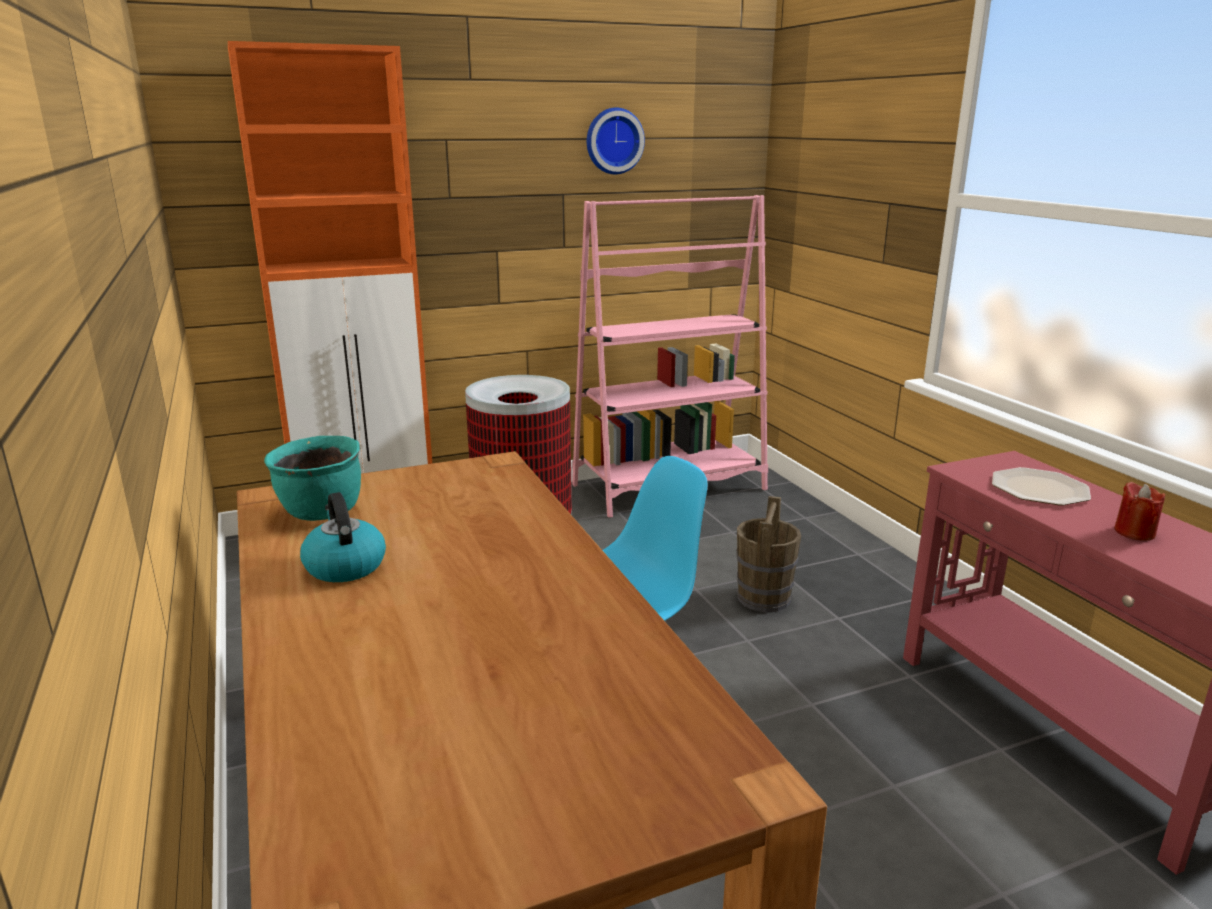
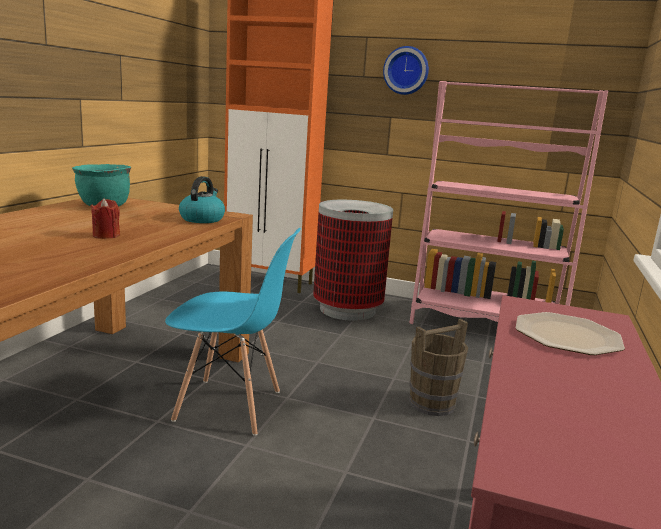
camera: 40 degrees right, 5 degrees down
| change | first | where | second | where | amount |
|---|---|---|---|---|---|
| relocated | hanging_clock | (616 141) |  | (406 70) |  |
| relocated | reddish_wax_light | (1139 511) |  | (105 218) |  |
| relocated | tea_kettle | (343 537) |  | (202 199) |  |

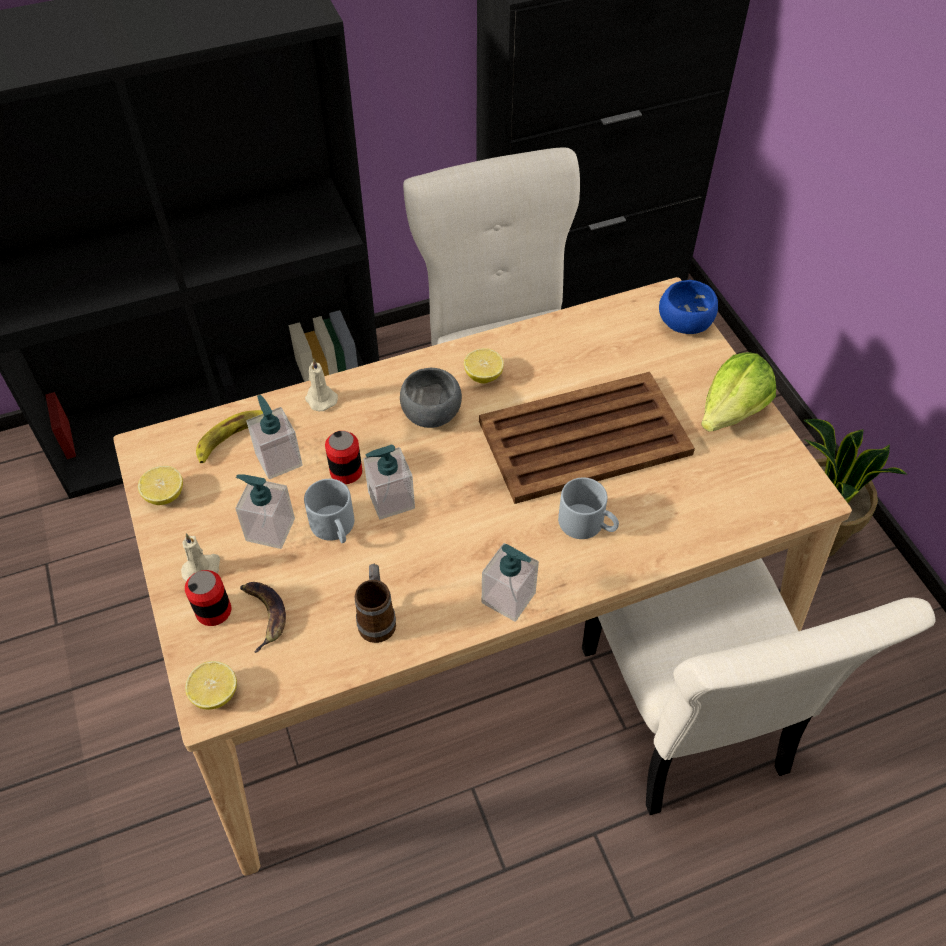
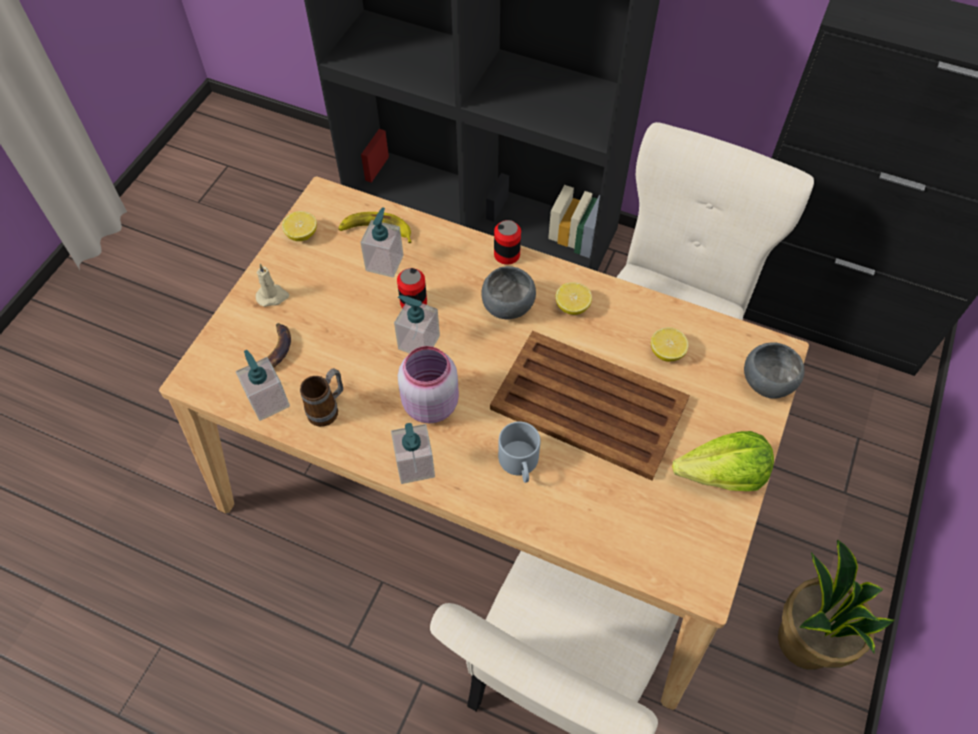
camera: 45 degrees right, 5 degrees up
| change | first | where | second | where | amount |
|---|---|---|---|---|---|
| colour | bluish_deep_dish | (688 307) | gray_deep_dish | (774 370) |  |
| missing | beige-coloured_wax_light | (321 384) |  |  |  |
| relocated | soap_dispenser | (265 511) |  | (263 385) |  |
| missing | gray_coffee_mug | (329 511) |  |  |  |
| relocated | can | (208 598) |  | (507 242) |  |
| relocated | citrus_fruit | (211 685) |  | (670 344) |  |
| appeared |  |  | pink-coloured_storage_jar | (428 385) |  |

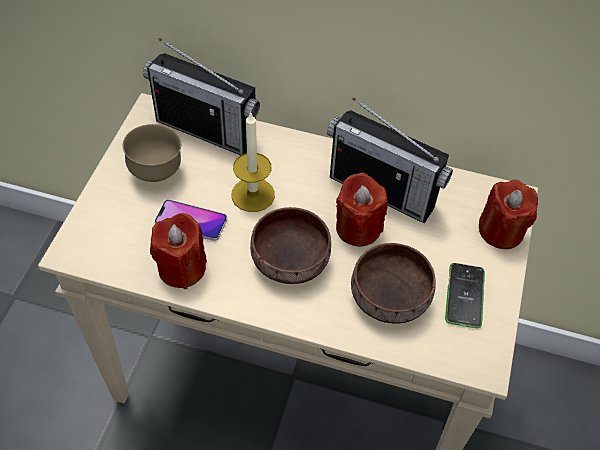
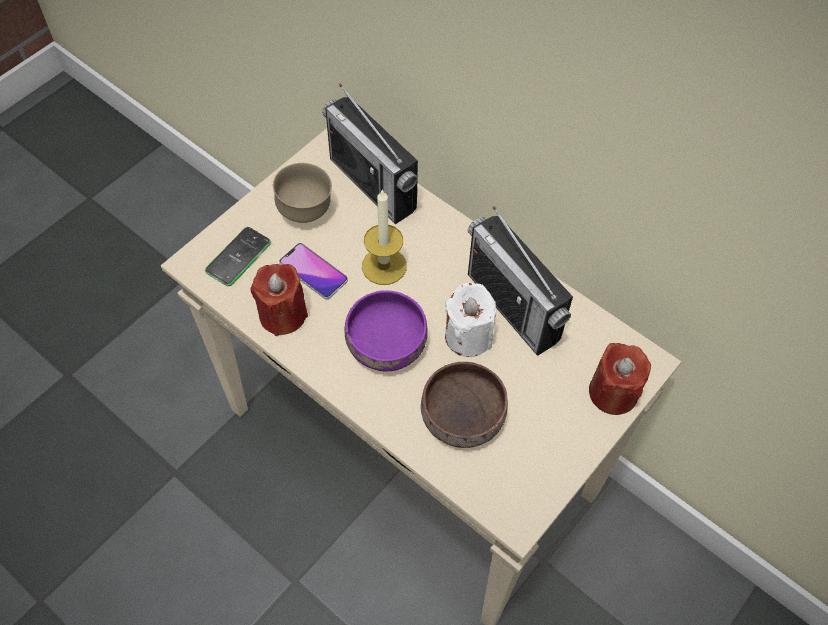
camera: 25 degrees right, 5 degrees up
| change | first | where | second | where | amount |
|---|---|---|---|---|---|
| colour | reddish_wax_light | (362 210) | white-coloured_wax_light | (470 320) |  |
| colour | brown_deep_dish | (290 245) | purplish_deep_dish | (386 331) |  |
| relocated | phone | (465 295) |  | (238 256) |  |

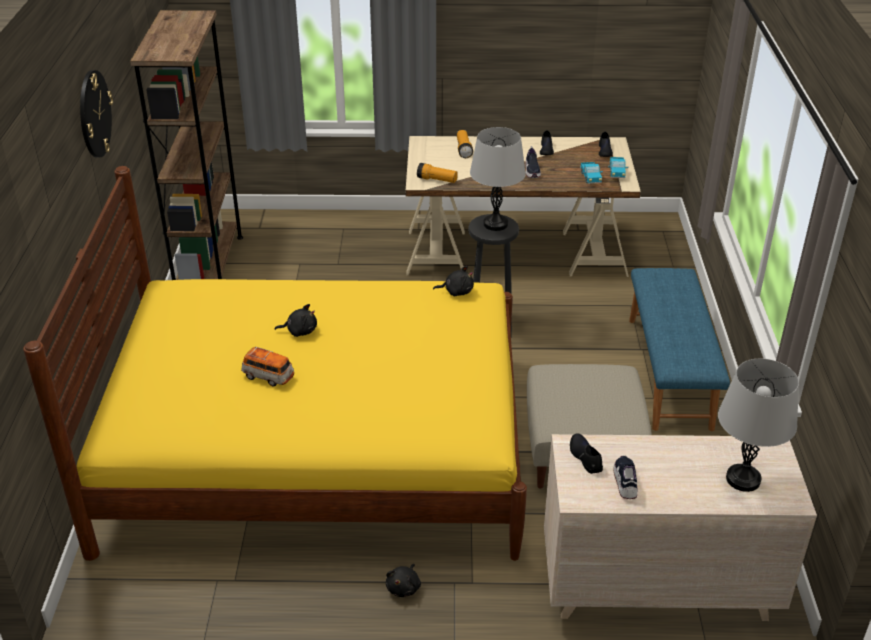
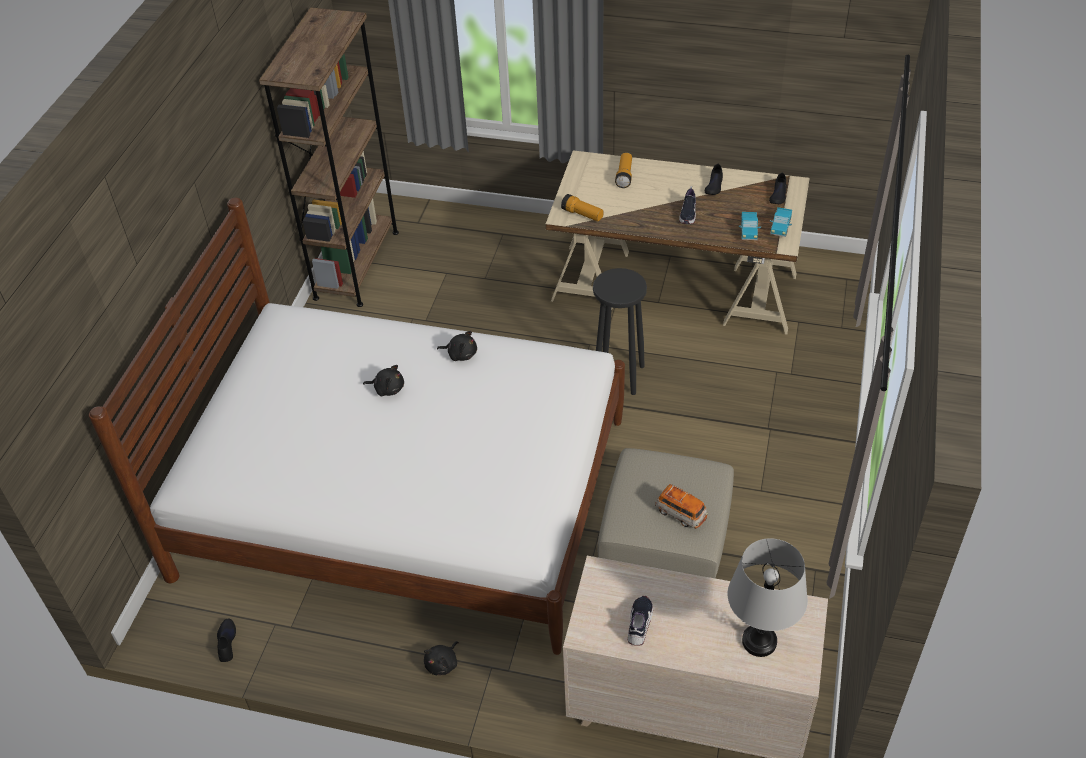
camera: 15 degrees right, 10 degrees up
| change | first | where | second | where | amount |
|---|---|---|---|---|---|
| missing | hanging_clock | (96 113) |  |  |  |
| missing | gray_lamp_for_a_table | (498 179) |  |  |  |
| colour | yellow_bed | (275 363) | white-coloured_bed | (357 426) |  |
| relocated | blackish_plush_toy | (453 281) |  | (457 346) |  |
| missing | bluish_indoor_bench | (679 349) |  |  |  |
| relocated | miniature_car | (267 367) |  | (681 506) |  |
| relocated | blackish_item_of_footwear | (586 453) |  | (226 640) |  |

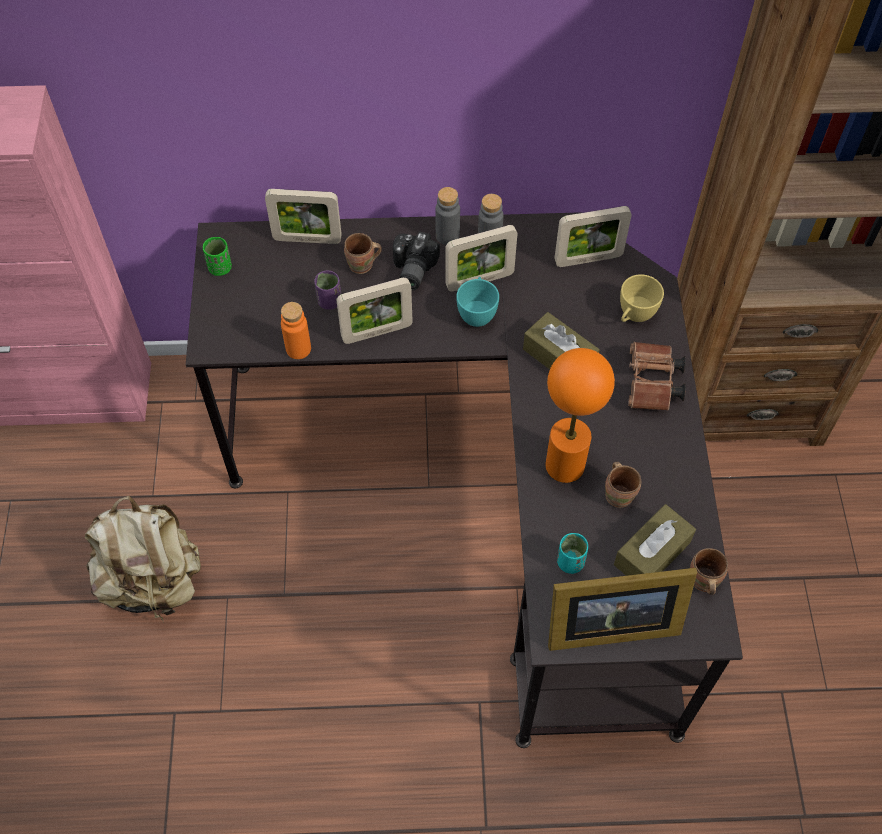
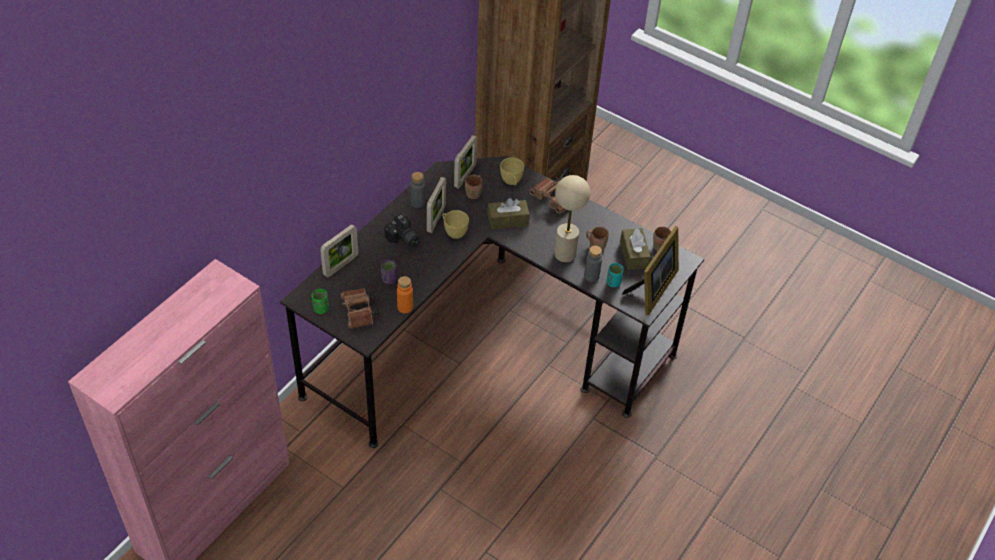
camera: 55 degrees left, 10 degrees down
| change | first | where | second | where | amount |
|---|---|---|---|---|---|
| relocated | gray_drink_bottle | (448 216) |  | (593 263) |  |
| relocated | brown_coffee_mug | (363 253) |  | (474 187) |  |
| missing | standing_frame | (374 310) |  |  |  |
| colour | turquoise-coloured_drinking_cup | (477 302) | yellow_drinking_cup | (455 224) |  |
| colour | orangey_lamp_for_a_table | (580 415) | beige-coloured_lamp_for_a_table | (572 218) |  |
| missing | beige-coloured_rucksack | (143 559) |  |  |  |
| appeared |  |  | brown_field_glasses | (360 308) |  |

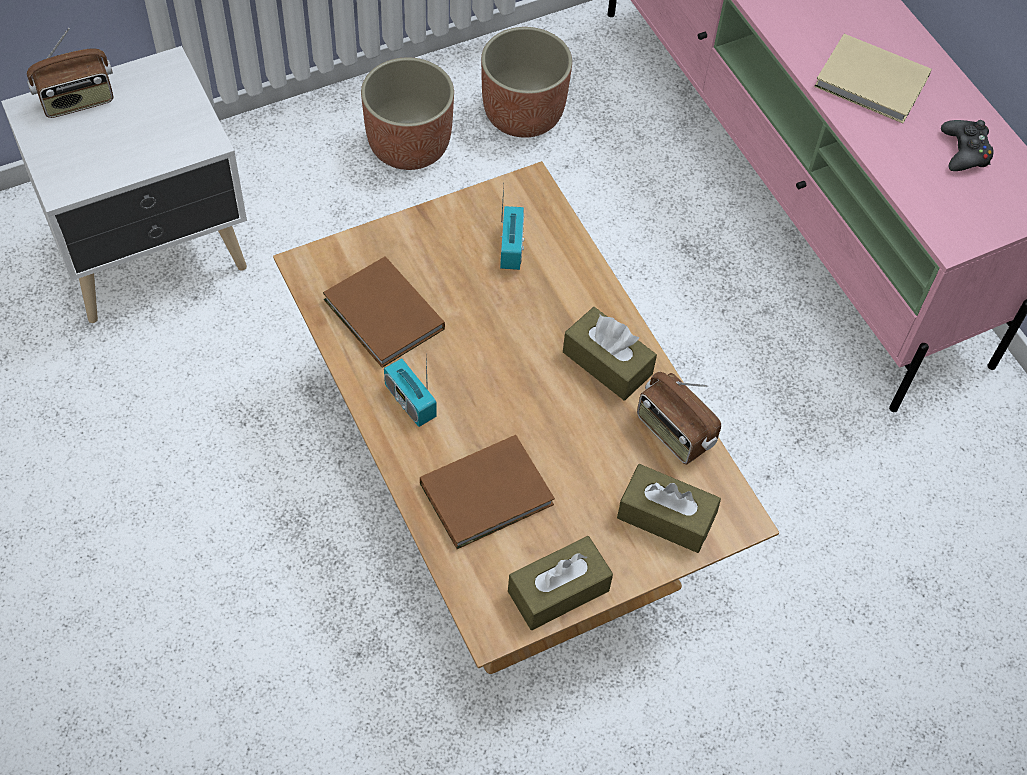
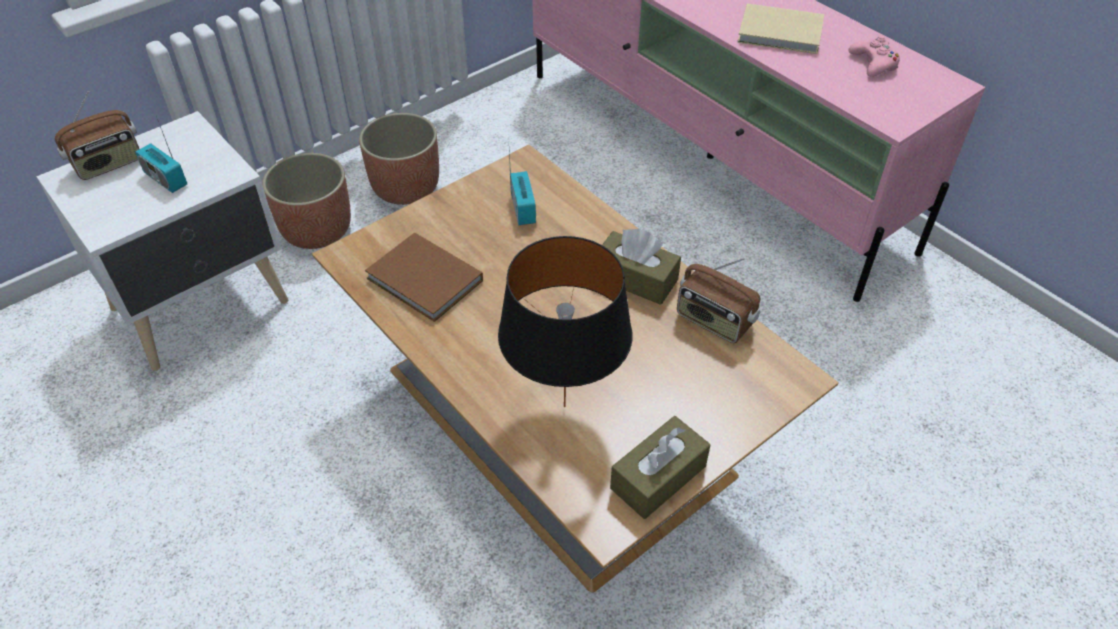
camera: 10 degrees left, 10 degrees down
| change | first | where | second | where | amount |
|---|---|---|---|---|---|
| relocated | planter | (526 82) |  | (306 201) |  |
| colour | blackish_game_controller | (967 145) | pink-coloured_game_controller | (874 56) |  |
| relocated | radio | (410 390) |  | (161 154) |  |
| exchanged | brown_book | (487 492) | blackish_lamp_for_a_table | (565 321) |  |
| missing | brown_box_of_tissues | (669 508) |  |  |  |

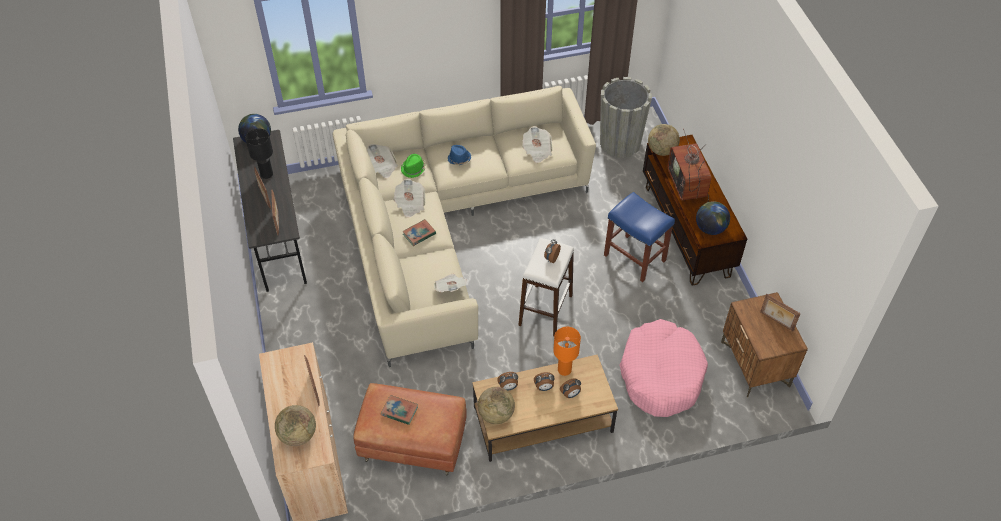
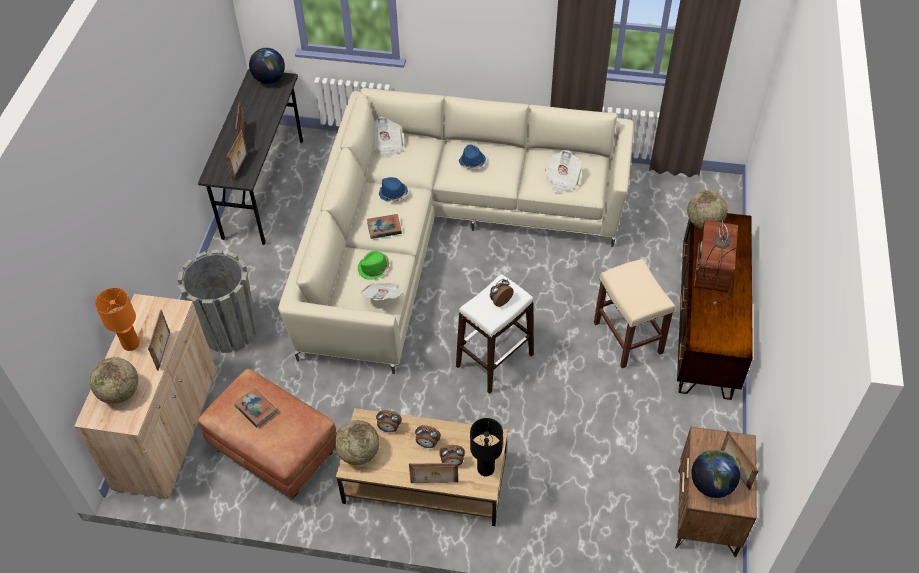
camera: 25 degrees right, 0 degrees up
| change | first | where | second | where | amount |
|---|---|---|---|---|---|
| relocated | gray_planter | (626 117) |  | (217 301) |  |
| relocated | blackish_lamp_for_a_table | (259 153) |  | (486 447) |  |
| relocated | green_clothing_hat | (413 166) |  | (373 265) |  |
| exchanged | printed_paper | (409 198) | bluish_clothing_hat | (393 189) |  |
| colour | bluish_sitting_stool | (639 237) | beige-coloured_sitting_stool | (634 313) |  |
| relocated | globe | (713 218) |  | (715 474) |  |
| missing | pink-coloured_pet_bed | (664 368) |  |  |  |
| relocated | orangey_lamp_for_a_table | (567 351) |  | (117 319) |  |
| appeared |  |  | standing_frame | (433 473) |  |

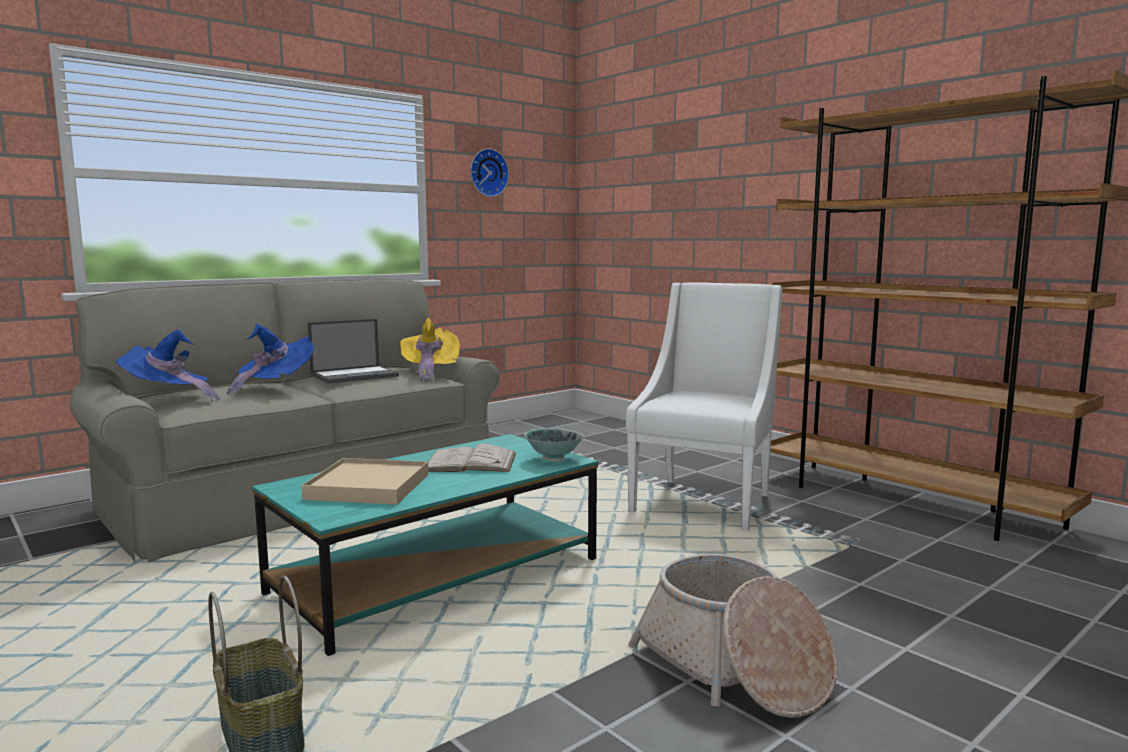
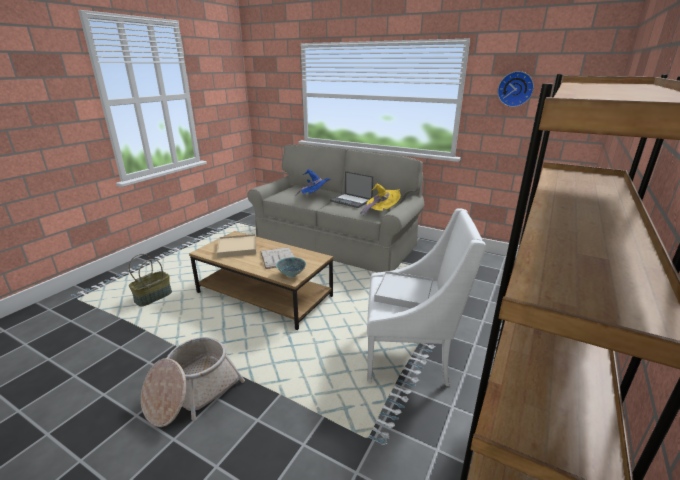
camera: 70 degrees right, 15 degrees up
| change | first | where | second | where | amount |
|---|---|---|---|---|---|
| missing | bluish_clothing_hat | (168 365) |  |  |  |
| colour | turquoise-coloured_lounge_table | (425 545) | brown_lounge_table | (261 280) |  |
| appeared |  |  | white-coloured_carrying_tray | (403 289) |  |

